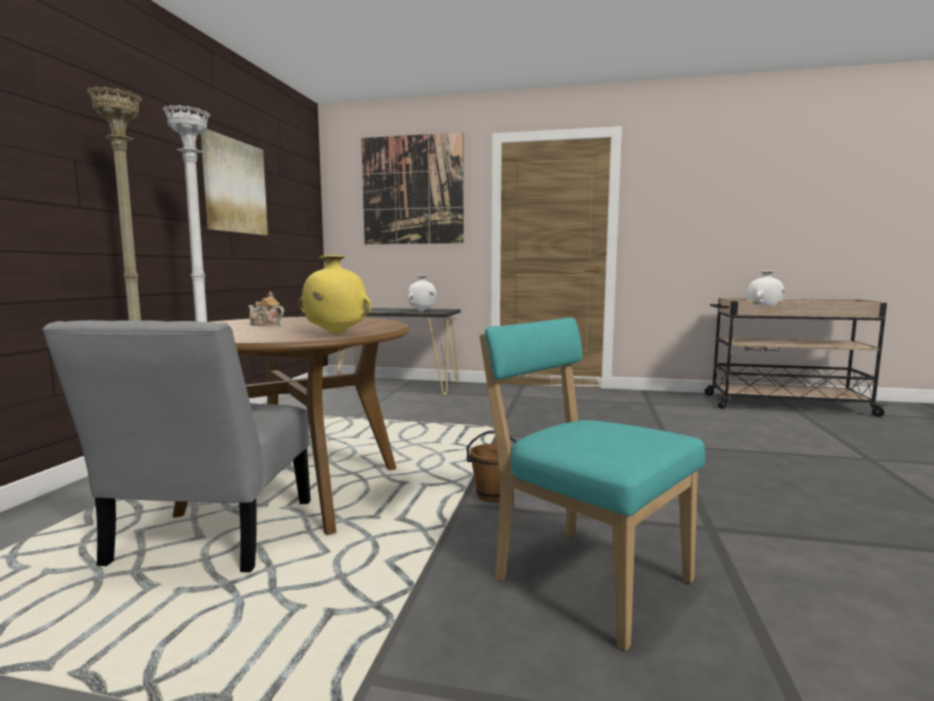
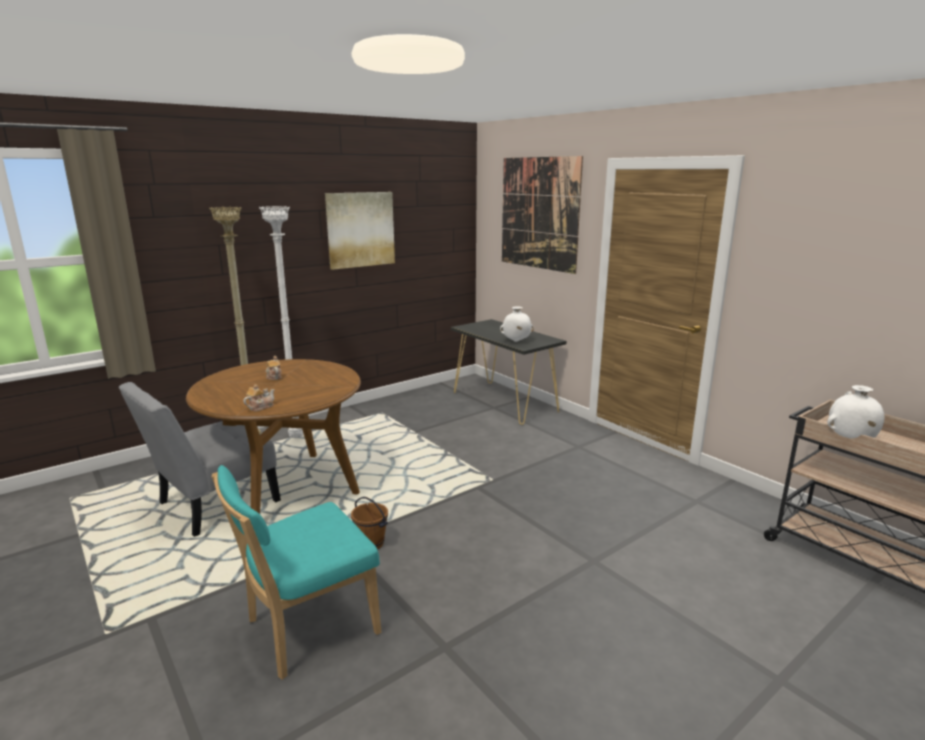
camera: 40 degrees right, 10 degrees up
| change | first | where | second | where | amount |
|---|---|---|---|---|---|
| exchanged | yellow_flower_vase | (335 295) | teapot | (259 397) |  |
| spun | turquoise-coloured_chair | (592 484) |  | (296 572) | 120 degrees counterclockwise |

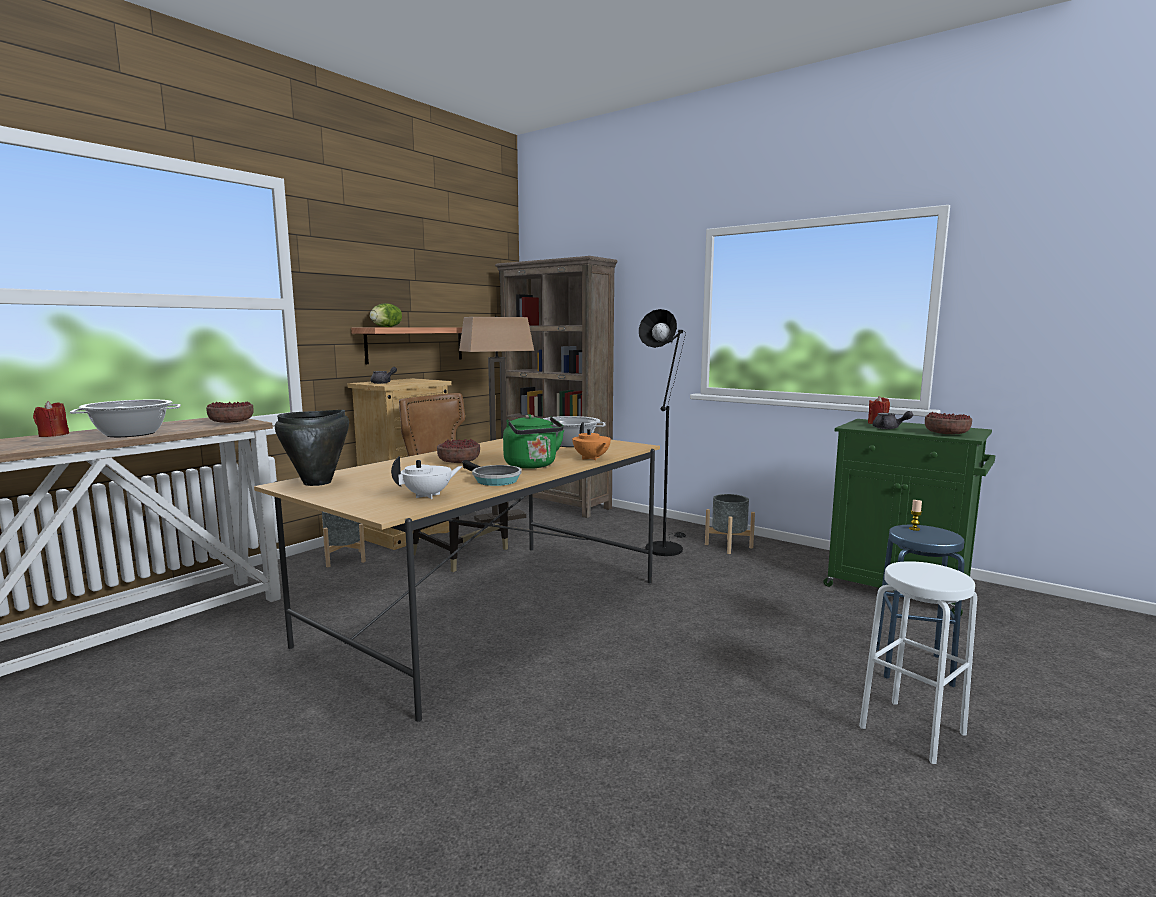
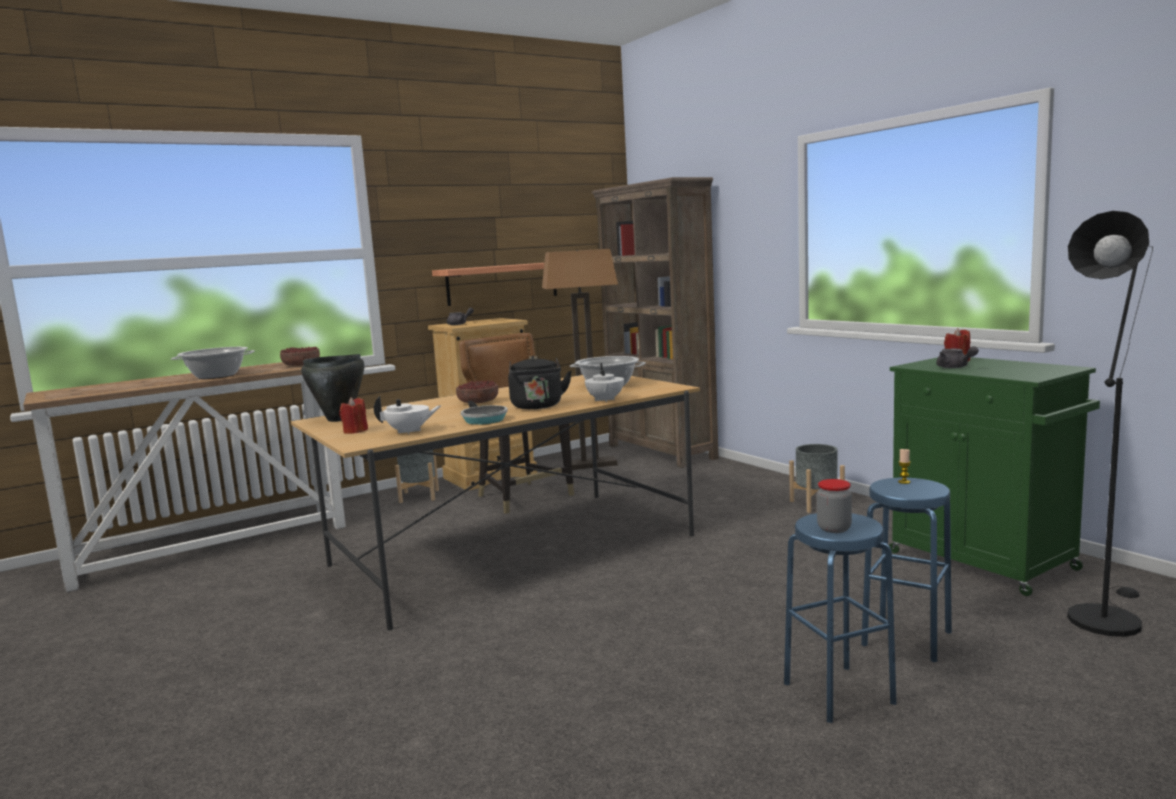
camera: 20 degrees right, 0 degrees up
| change | first | where | second | where | amount |
|---|---|---|---|---|---|
| missing | lettuce_head | (386 315) |  |  |  |
| relocated | blackish_standing_lamp | (662 432) |  | (1110 424) |  |
| relocated | reddish_wax_light | (51 419) |  | (353 415) |  |
| missing | deep_dish | (948 423) |  |  |  |
| colour | green_tea_kettle | (533 441) | blackish_tea_kettle | (540 382) |  |
| colour | orangey_teapot | (591 441) | white-coloured_teapot | (604 382) |  |
| colour | white-coloured_sitting_stool | (918 662) | bluish_sitting_stool | (840 618) |  |
| appeared |  |  | storage_jar | (834 506) |  |

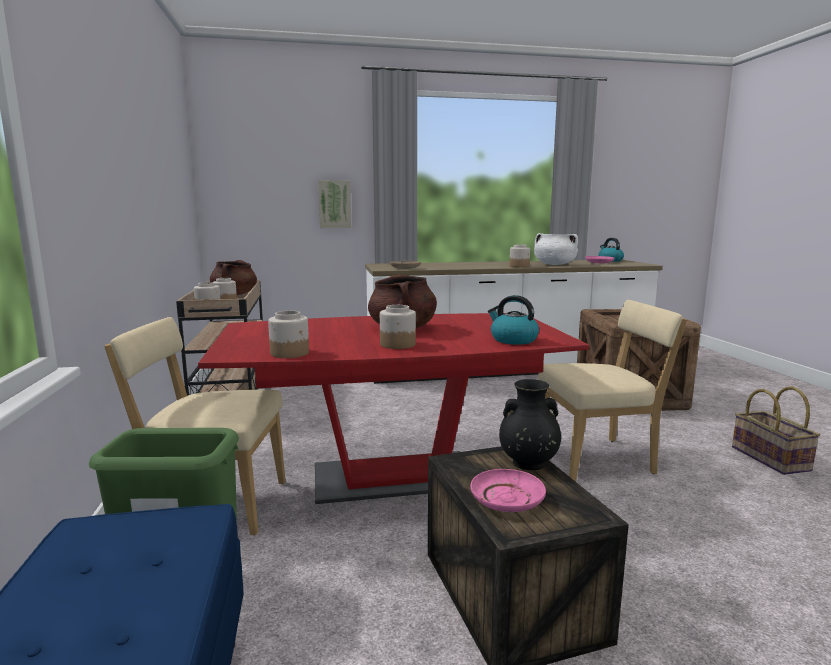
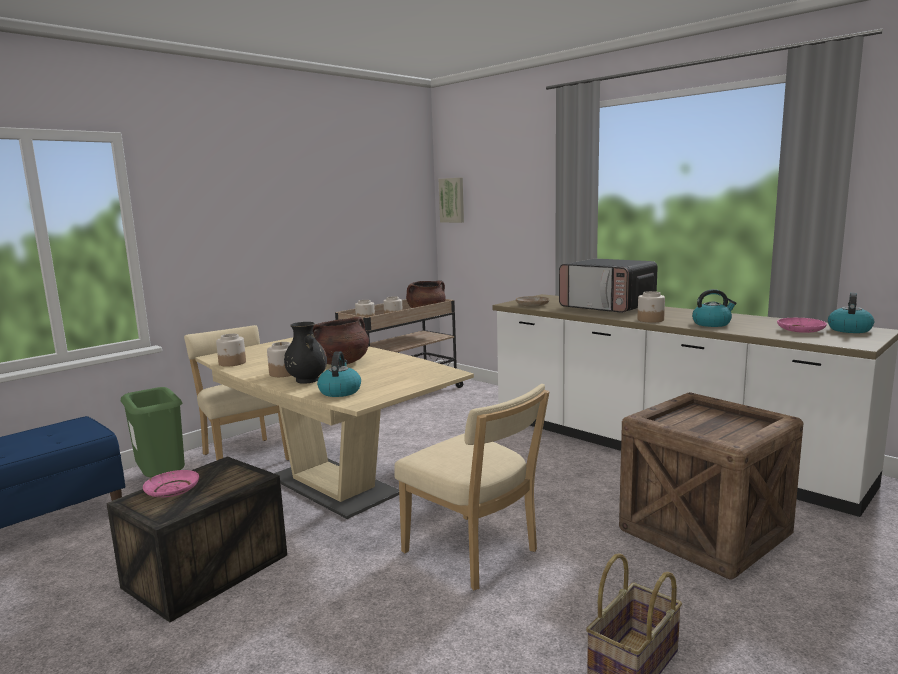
camera: 55 degrees right, 0 degrees up
| change | first | where | second | where | amount |
|---|---|---|---|---|---|
| relocated | wall_art | (334 204) |  | (451 200) |  |
| exchanged | white-coloured_saucepot | (556 249) | tea_kettle | (714 308) |  |
| colour | reddish_dining_table | (393 408) | beige-coloured_dining_table | (334 428) |  |
| relocated | blackish_flower_vase | (530 424) |  | (305 353) |  |
| appeared |  |  | microwave | (608 286) |  |

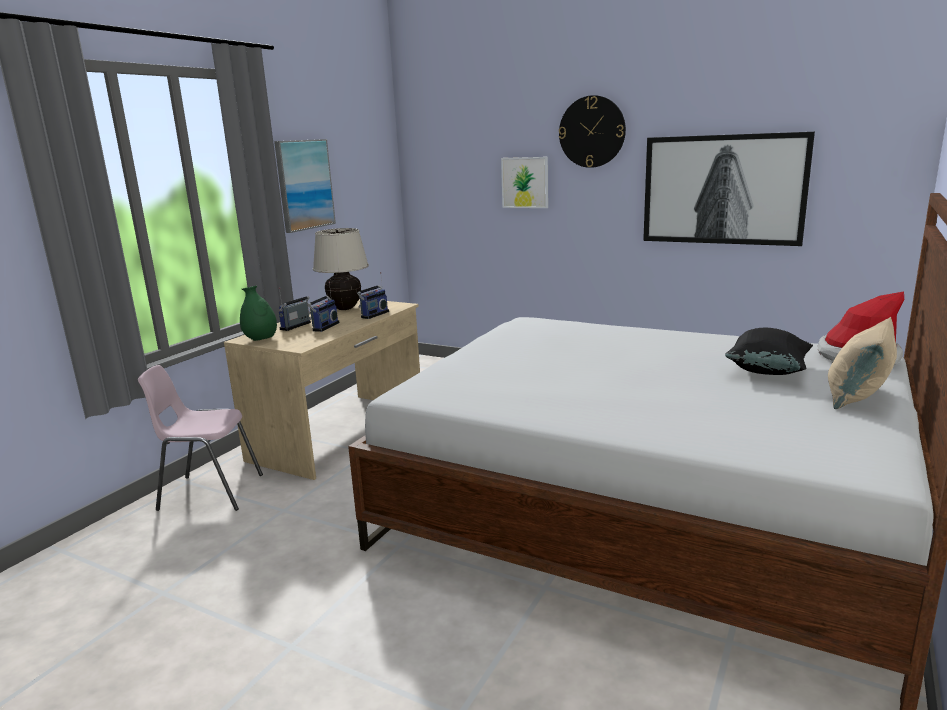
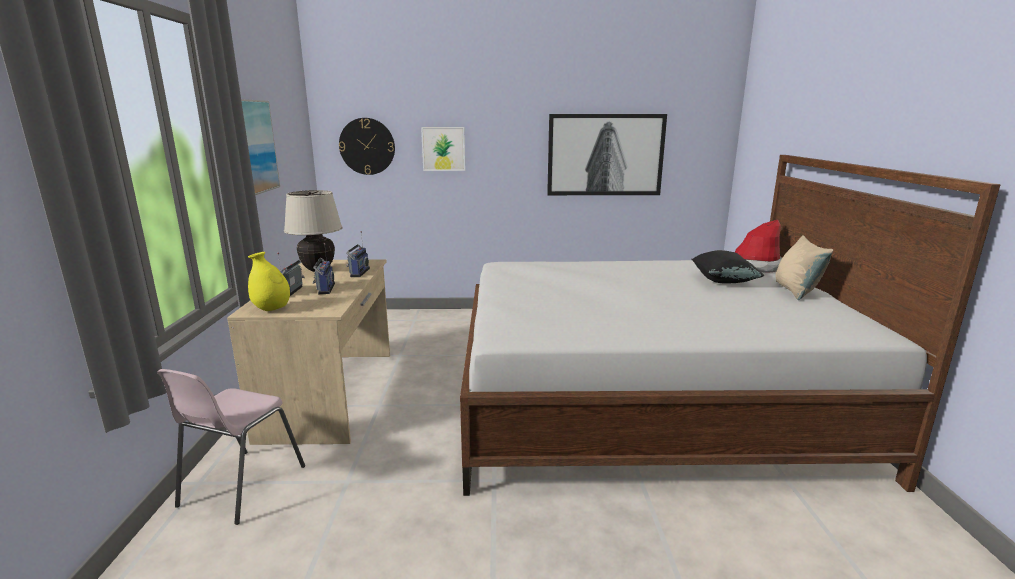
camera: 30 degrees left, 0 degrees up
| change | first | where | second | where | amount |
|---|---|---|---|---|---|
| relocated | hanging_clock | (592 131) |  | (367 146) |  |
| colour | green_flower_vase | (258 313) | yellow_flower_vase | (269 281) |  |
| spun | pink-coloured_chair | (200 438) |  | (231 447) | 45 degrees counterclockwise |

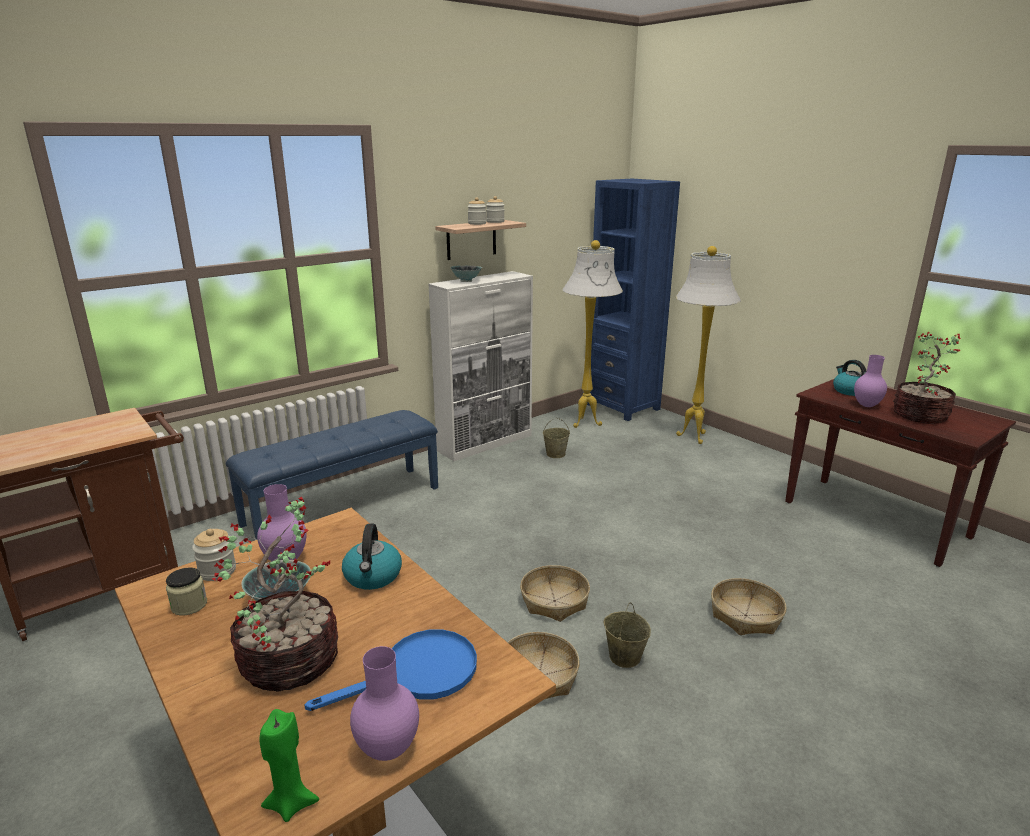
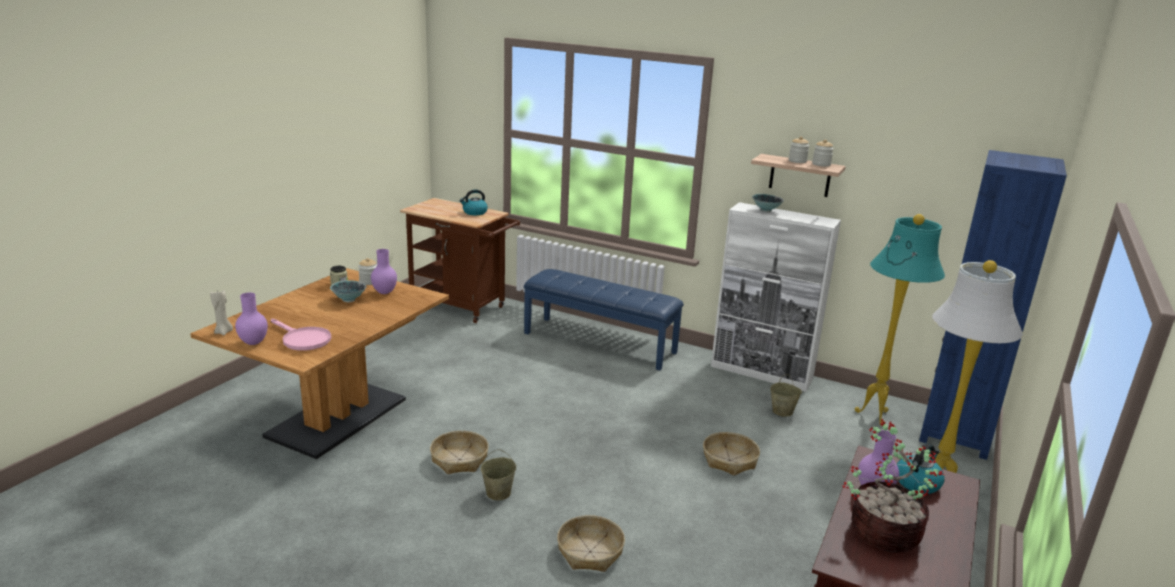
camera: 65 degrees right, 0 degrees up
| change | first | where | second | where | amount |
|---|---|---|---|---|---|
| colour | white-coloured_standing_lamp | (593 334) | turquoise-coloured_standing_lamp | (900 320) |  |
| missing | plant_in_a_pot | (275 594) |  |  |  |
| relocated | tea_kettle | (372 557) |  | (473 202) |  |
| relocated | storage_basket | (555 593) |  | (731 454) |  |
| colour | bluish_frying_pan | (390 670) | pink-coloured_frying_pan | (301 335) |  |
| colour | green_wax_light | (289 765) | beige-coloured_wax_light | (221 312) |  |

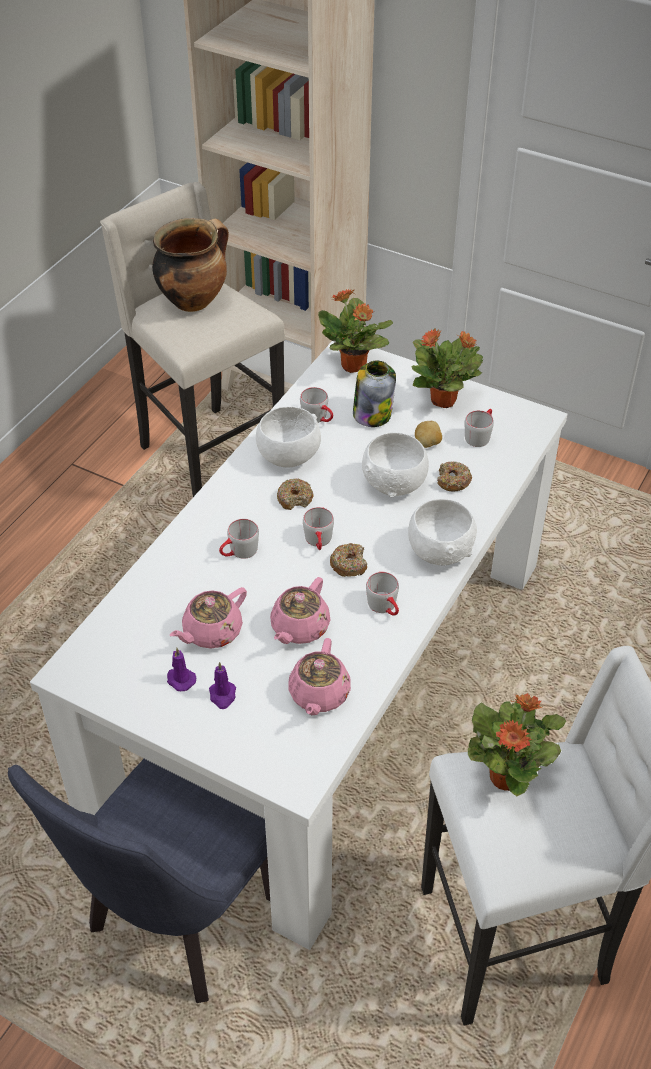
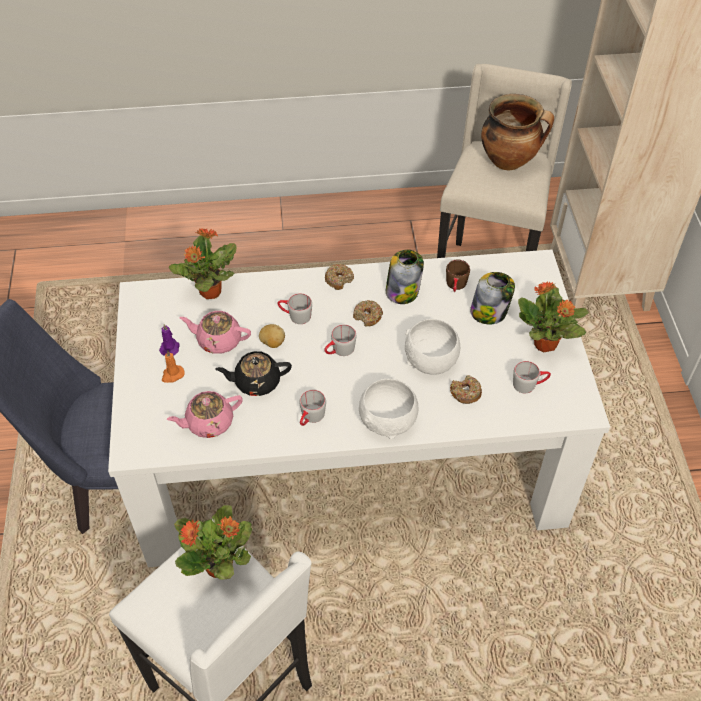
camera: 55 degrees right, 5 degrees up
| change | first | where | second | where | amount |
|---|---|---|---|---|---|
| relocated | plant_in_a_pot | (355 331) |  | (203 263) |  |
| colour | gray_coffee_mug | (316 405) | brown_coffee_mug | (458 275) |  |
| exchanged | white-coloured_deep_dish | (288 437) | storage_jar | (405 277) |  |
| relocated | potato | (428 434) |  | (272 336) |  |
| relocated | donut | (348 560) |  | (339 277) |  |
| colour | pink-coloured_teapot | (300 610) | blackish_teapot | (253 373) |  |
| colour | purplish_wax_light | (222 685) | orangey_wax_light | (173 366) |  |

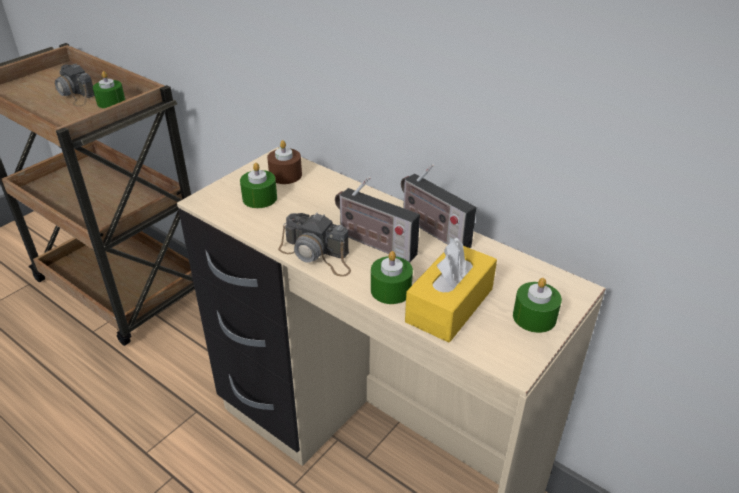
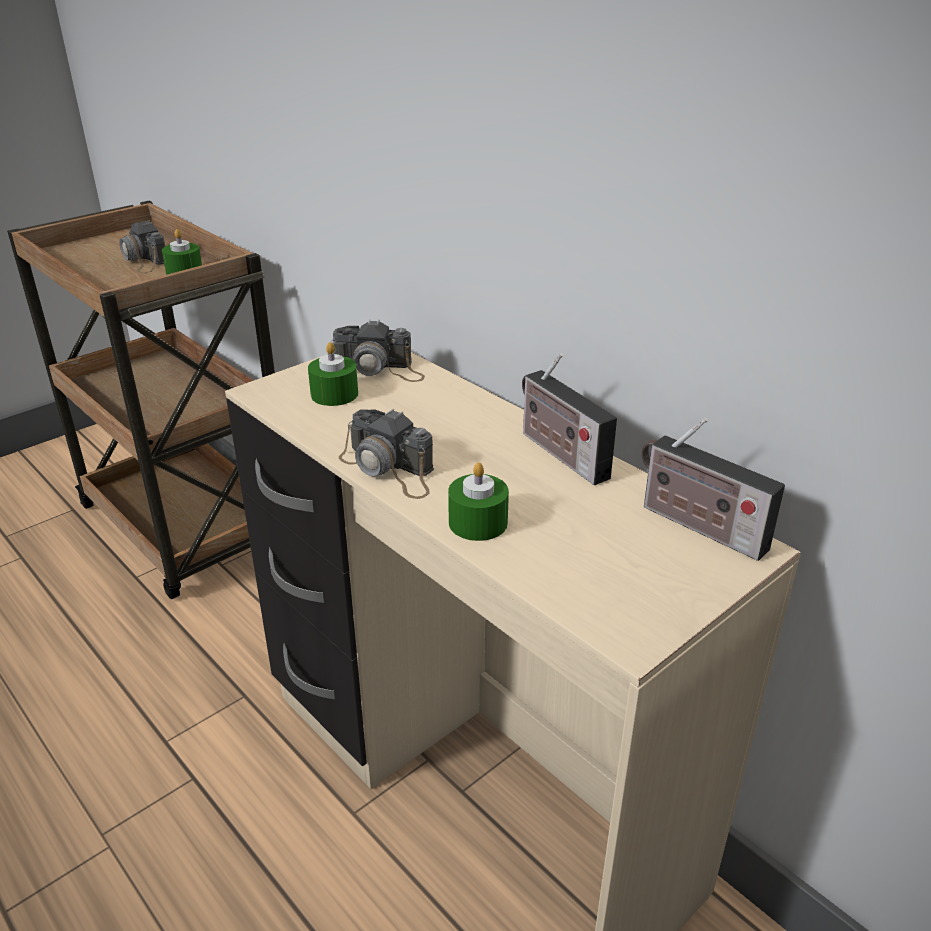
camera: 10 degrees right, 5 degrees down
| change | first | where | second | where | amount |
|---|---|---|---|---|---|
| exchanged | brown_wax_light | (284 162) | still_camera | (378 350) |  |
| relocated | radio | (377 219) |  | (713 489) |  |
| missing | yellow_box_of_tissues | (451 290) |  |  |  |
| missing | green_wax_light | (537 305) |  |  |  |

